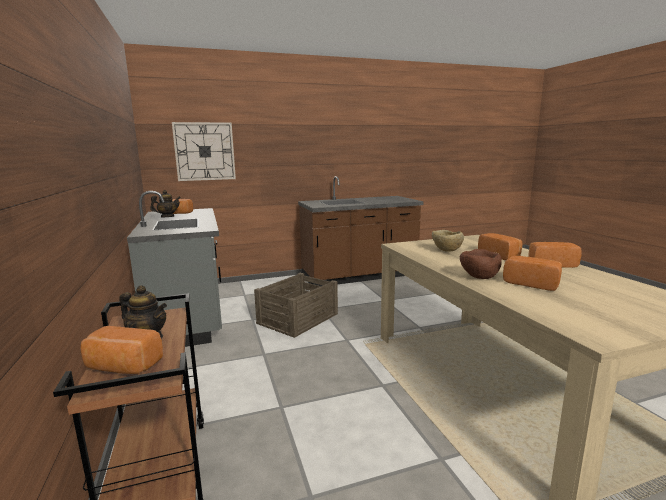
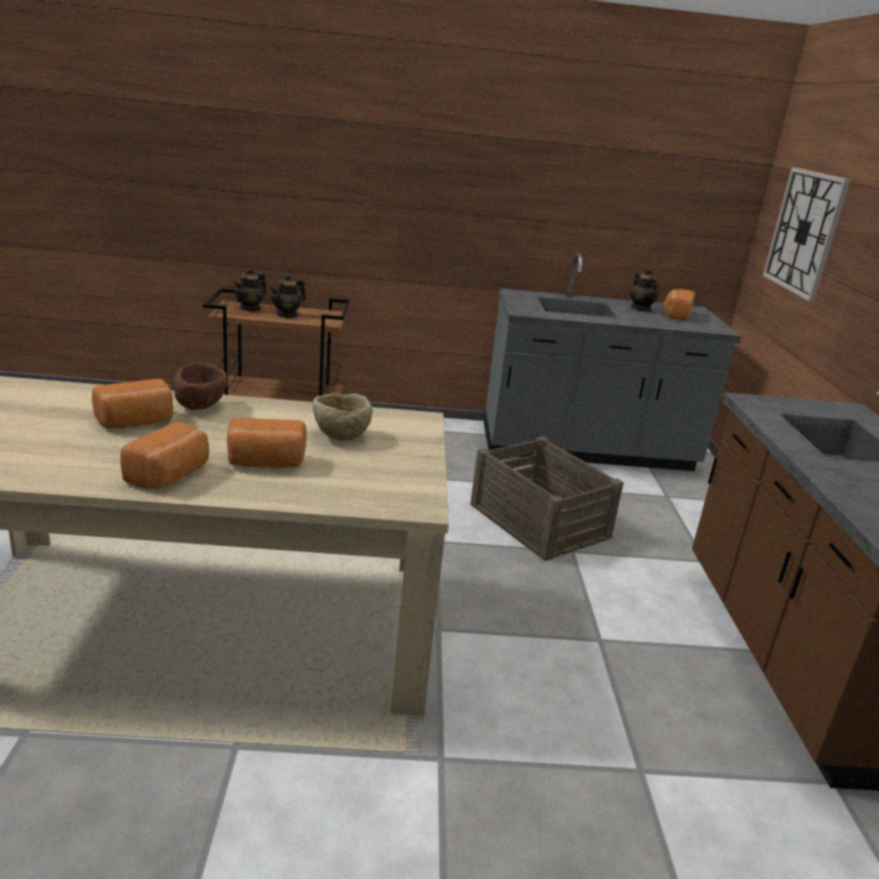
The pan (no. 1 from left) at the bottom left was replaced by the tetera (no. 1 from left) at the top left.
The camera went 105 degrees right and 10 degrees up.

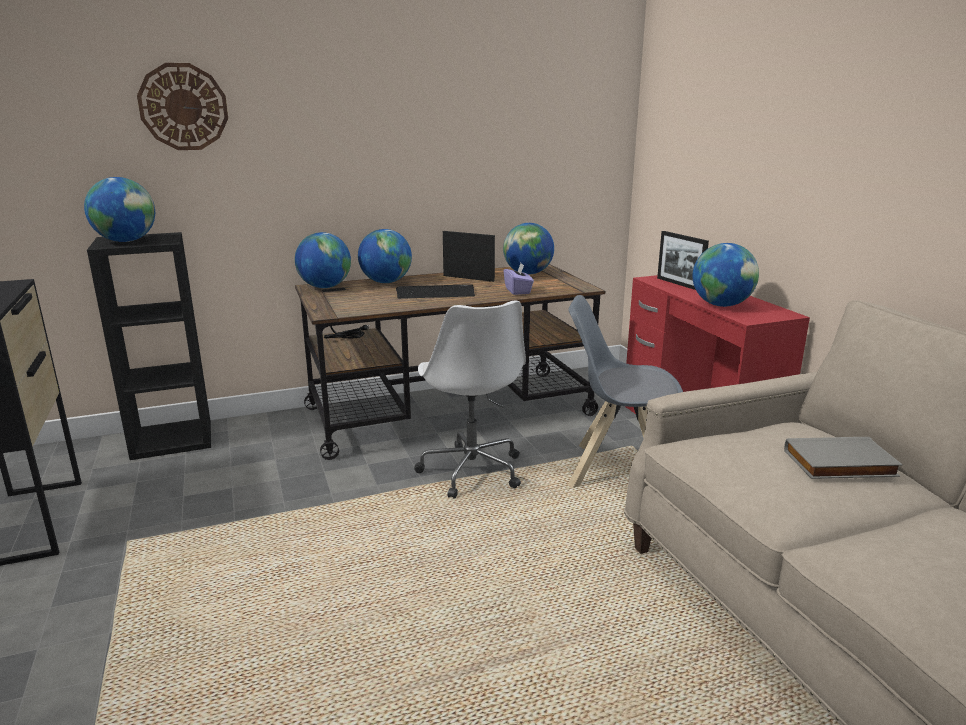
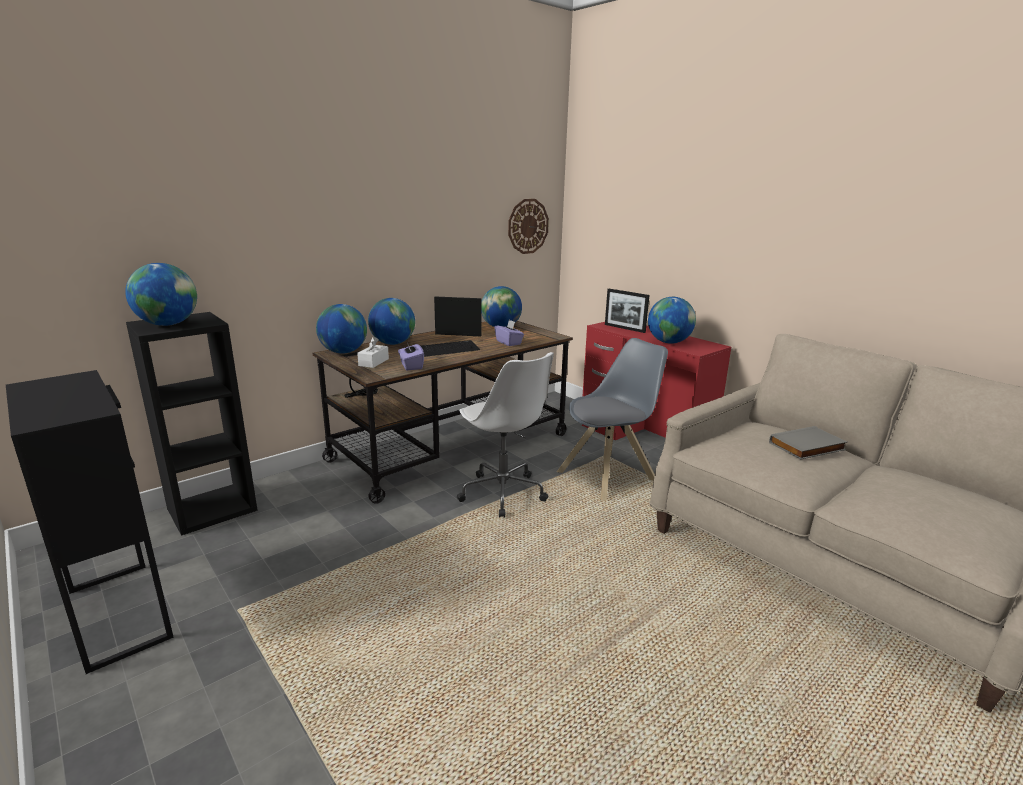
The reloj de pared moved from the top left to the top centre.
The silla [gris] at the centre turned 150 degrees clockwise.
The caja de pañuelos [blanco] at the centre appeared.
The caja de pañuelos [morado] (no. 1 from left) at the centre appeared.
The camera went 20 degrees left and 0 degrees up.

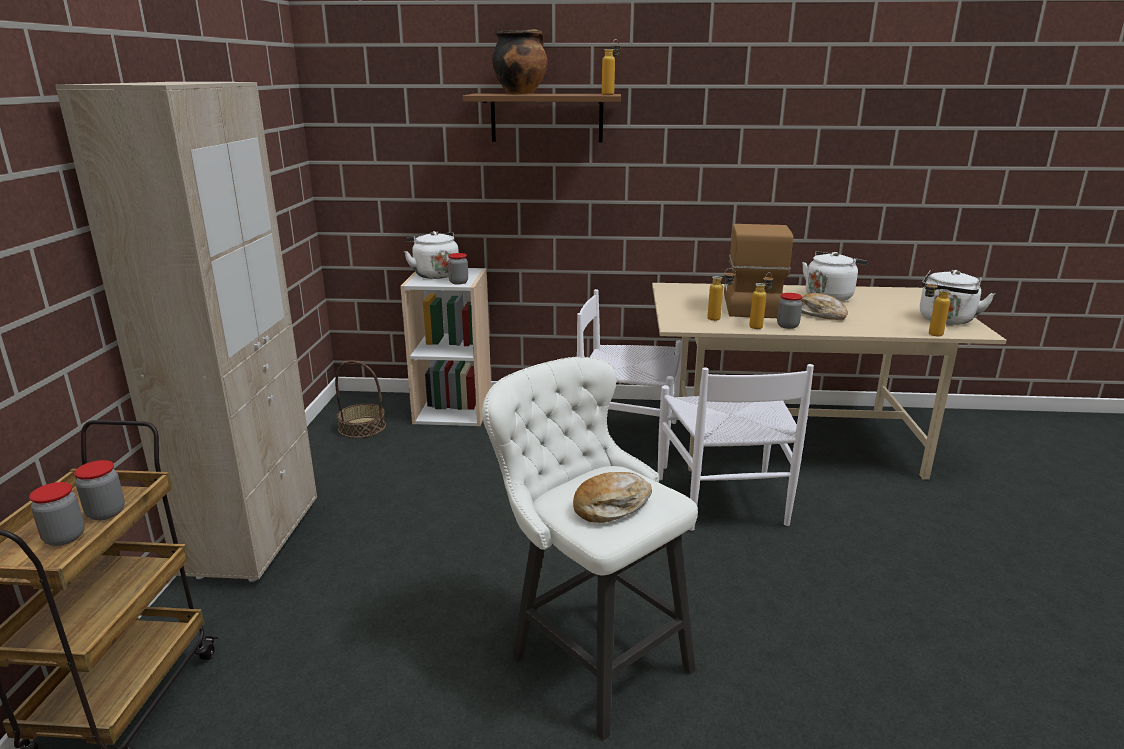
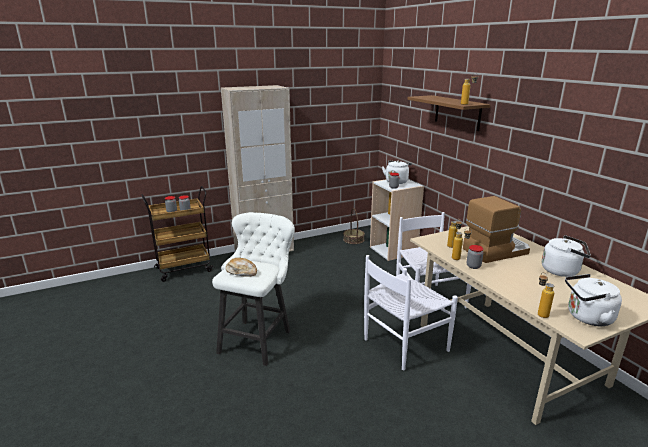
The olla at the top centre disappeared.
The pan (no. 2 from left) at the middle right disappeared.
The camera went 60 degrees right and 0 degrees up.

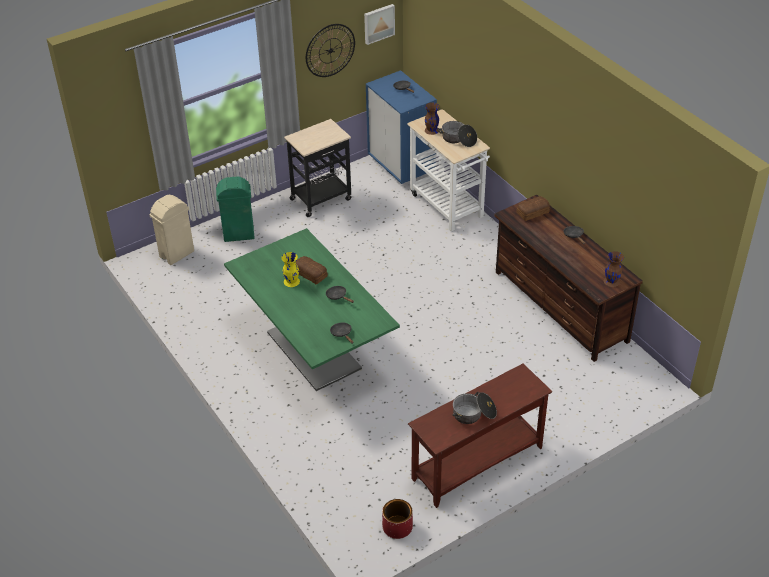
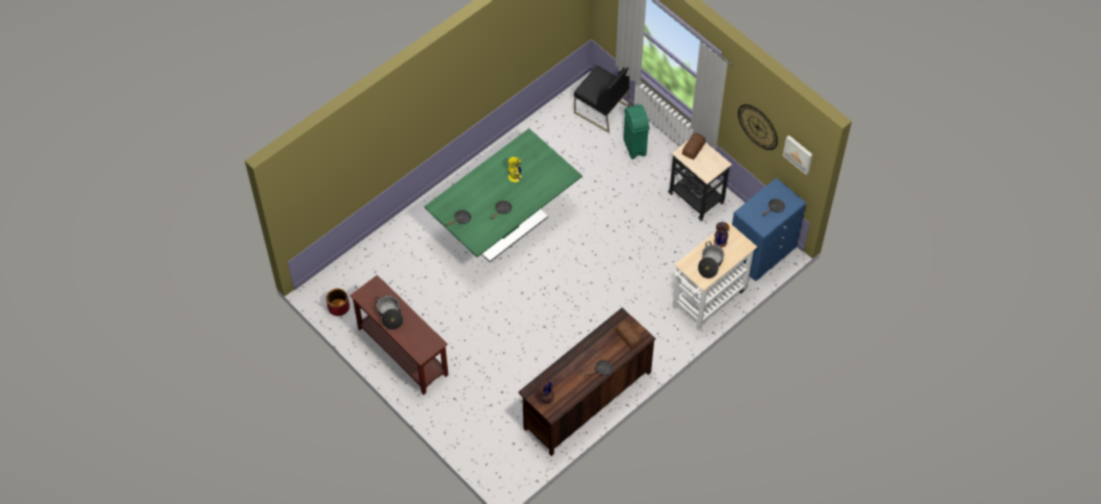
The papelera [beis] at the middle left was replaced by the silla [negro] at the top centre.
The pan (no. 1 from left in the first image) moved from the centre to the top centre.
The camera went 80 degrees right and 15 degrees up.

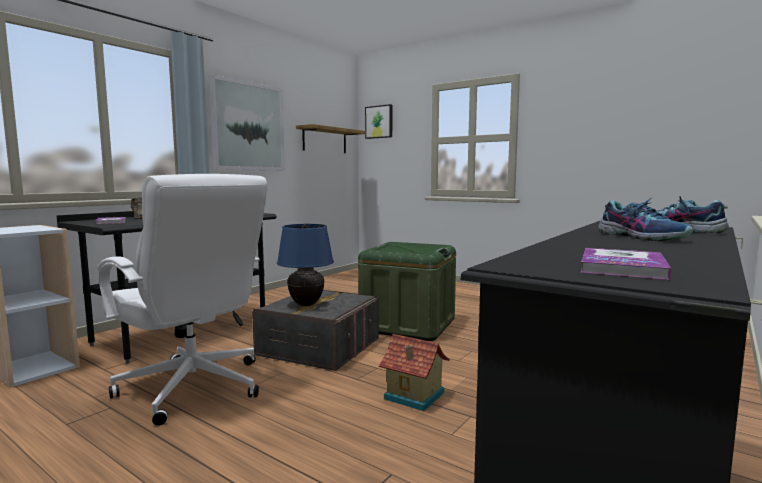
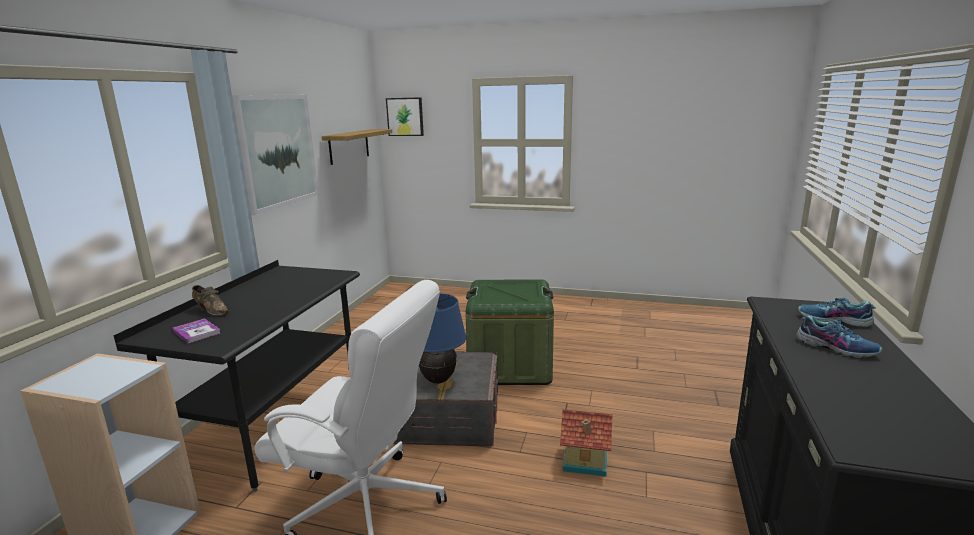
The libro (no. 2 from left) at the middle right disappeared.
The camera went 20 degrees left and 10 degrees up.

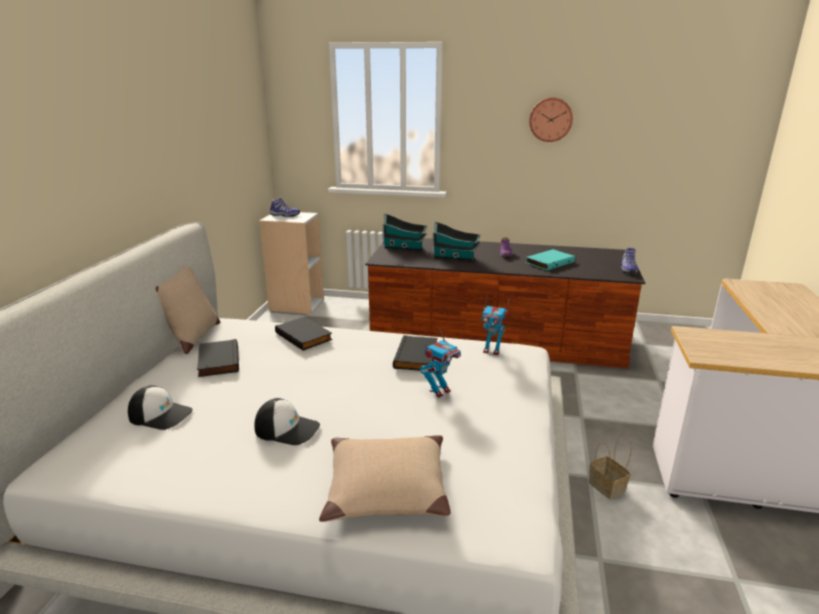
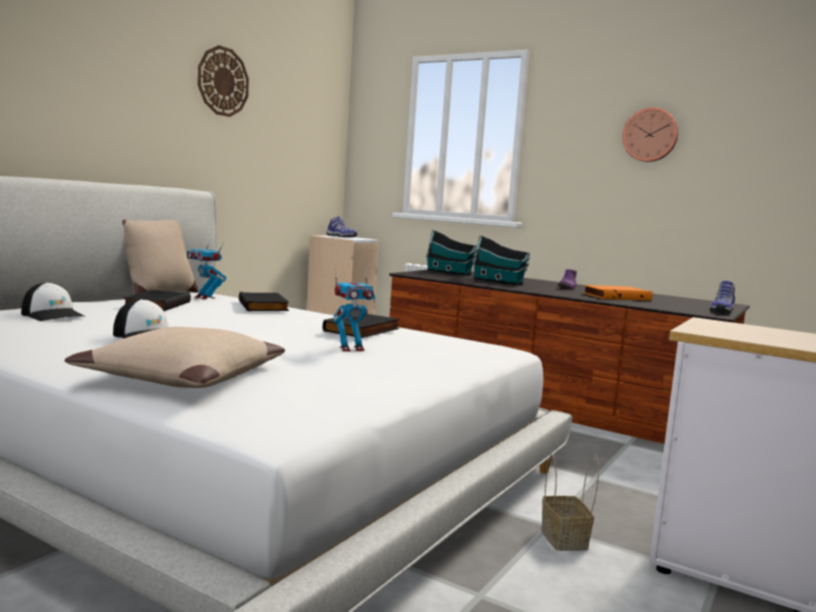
The robot de juguete (no. 2 from left in the first image) moved from the centre to the middle left.
The libro [turquesa] at the middle right became the libro [naranja] at the middle right.
The reloj de pared (no. 1 from left) at the top left appeared.
The camera went 20 degrees right and 15 degrees down.

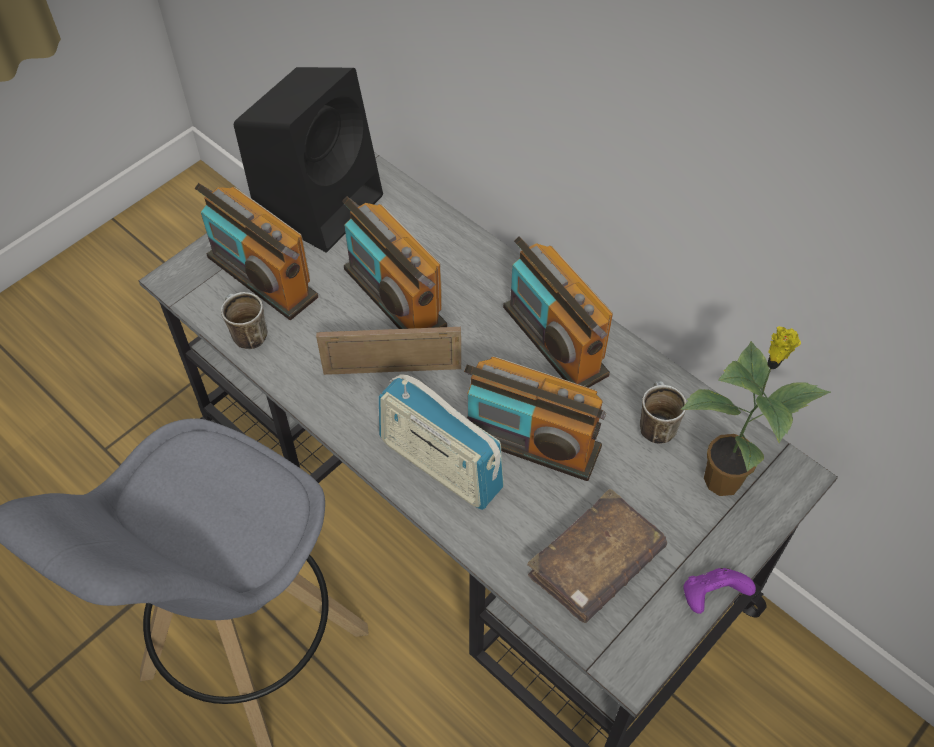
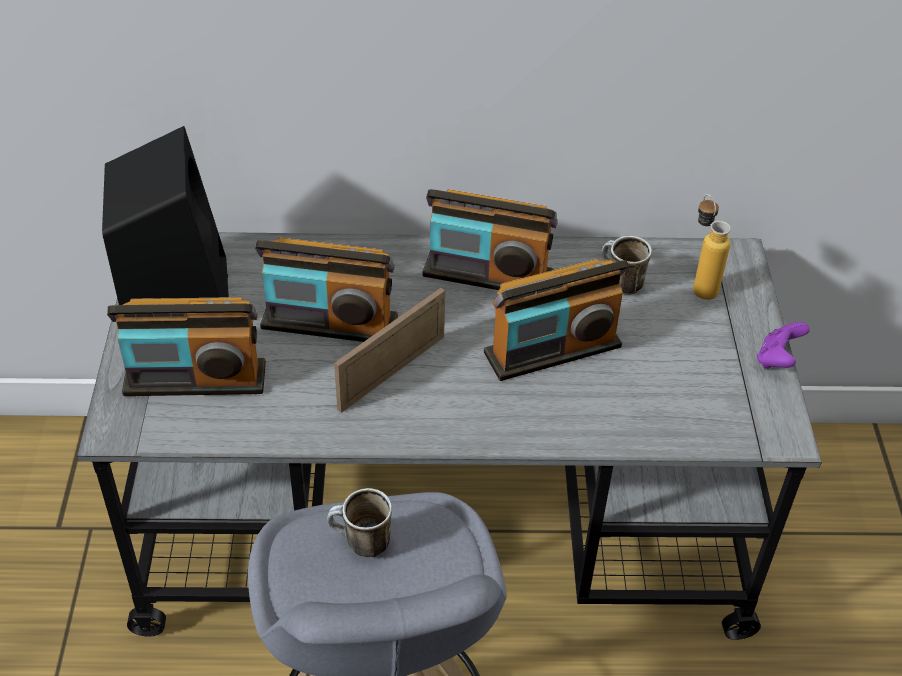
The taza grande (no. 1 from left) moved from the middle left to the bottom centre.
The radio (no. 3 from left) at the centre disappeared.
The libro [marrón] at the bottom centre disappeared.
The planta en maceta at the middle right was replaced by the botella at the middle right.
The camera went 45 degrees left and 10 degrees down.

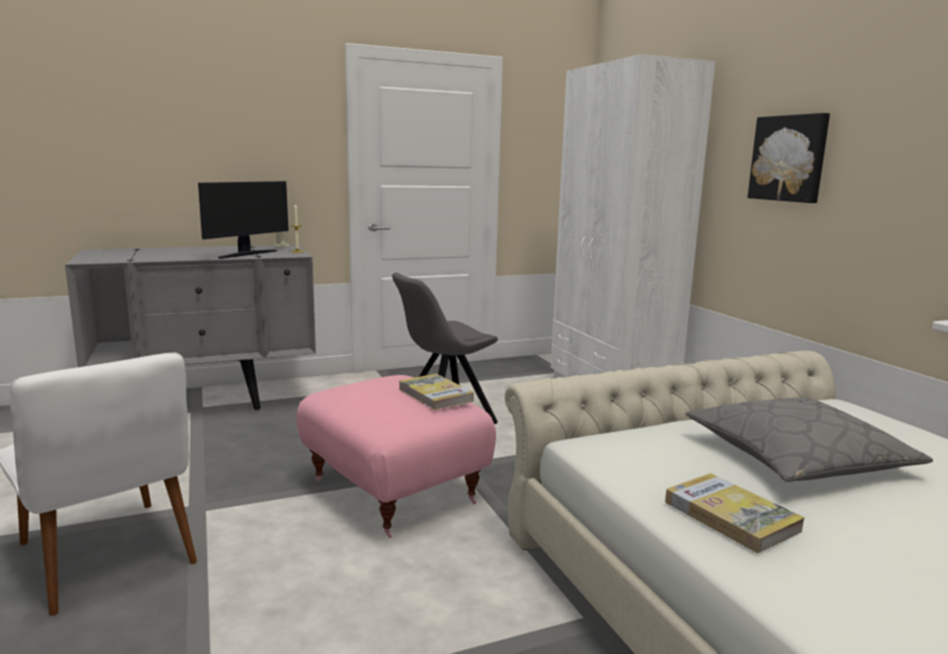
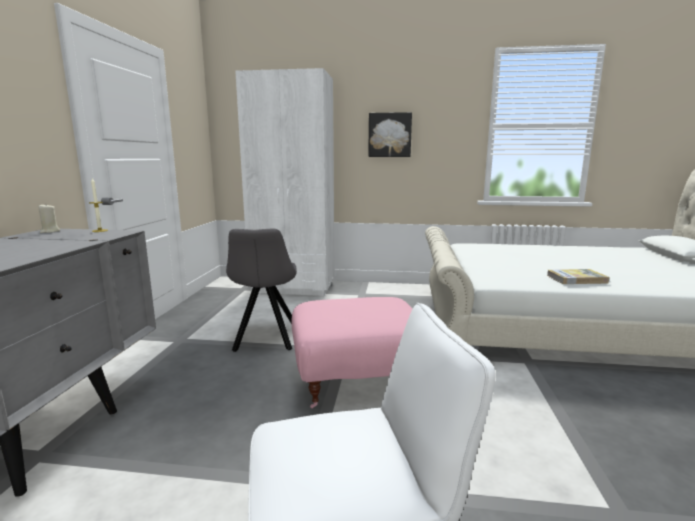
The monitor at the middle left disappeared.
The libro (no. 1 from left) at the centre disappeared.
The cojín [gris] at the bottom right disappeared.
The camera went 60 degrees left and 0 degrees up.

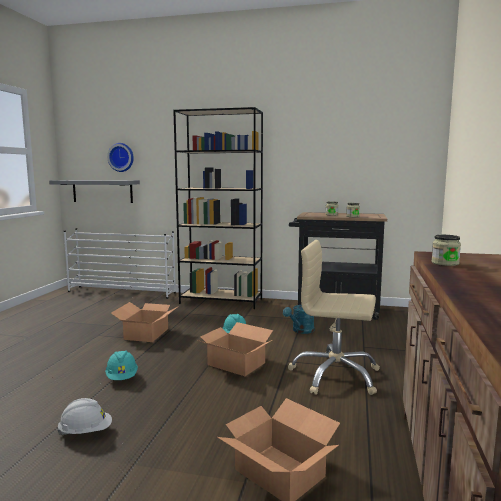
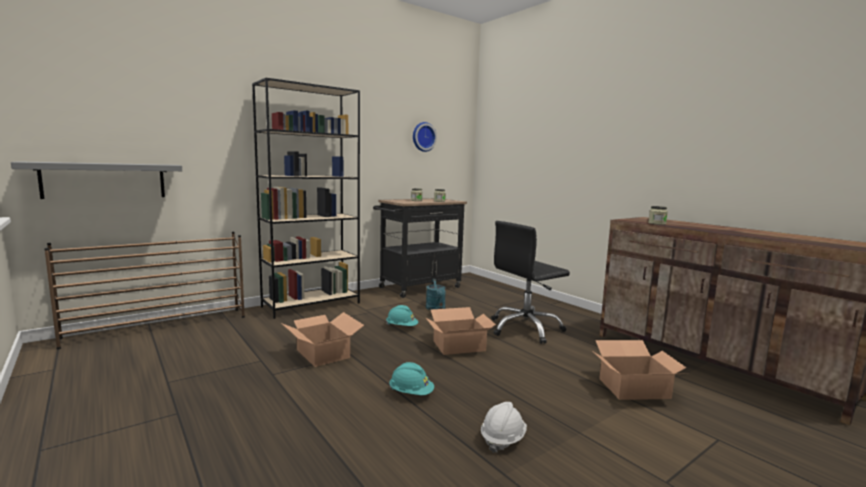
The zapatero [blanco] at the middle left became the zapatero [marrón] at the middle left.
The reloj de pared moved from the top left to the top centre.
The silla de oficina [beis] at the middle right became the silla de oficina [negro] at the centre.
The camera went 50 degrees left and 0 degrees up.

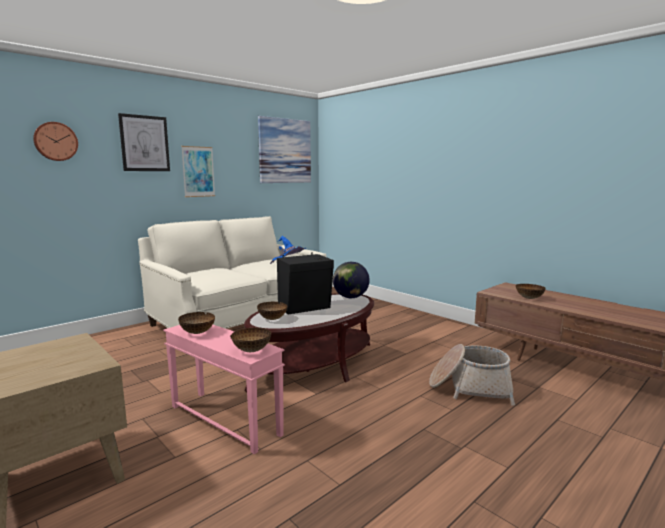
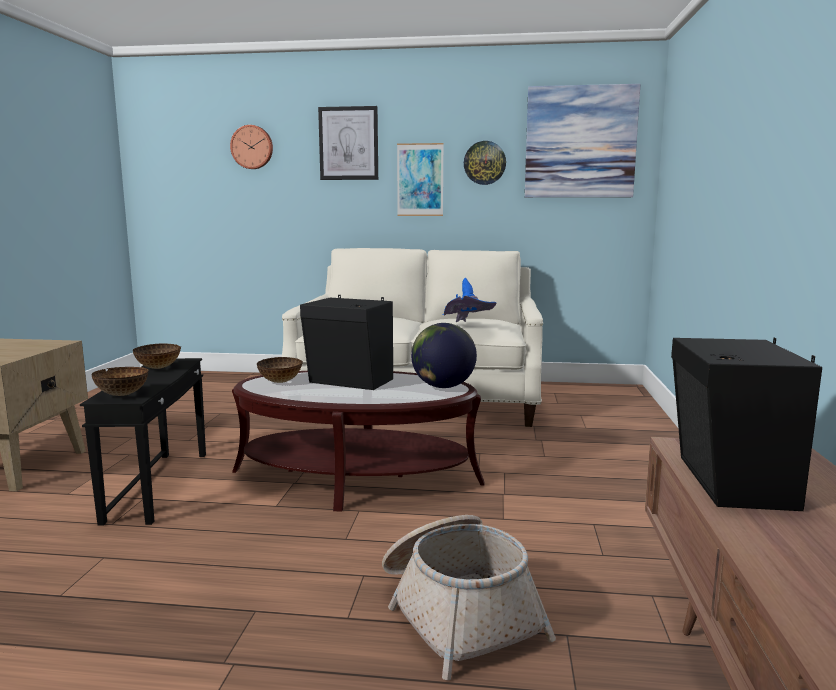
The mesa auxiliar [rosa] at the bottom centre became the mesa auxiliar [negro] at the middle left.
The cuenco (no. 4 from left) at the middle right was replaced by the altavoz [negro] (no. 2 from left) at the middle right.
The reloj de pared (no. 2 from left) at the top centre appeared.
The camera went 50 degrees right and 0 degrees up.

